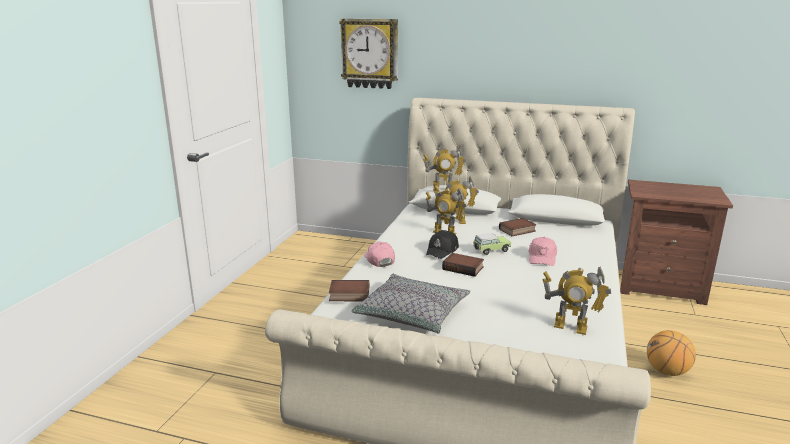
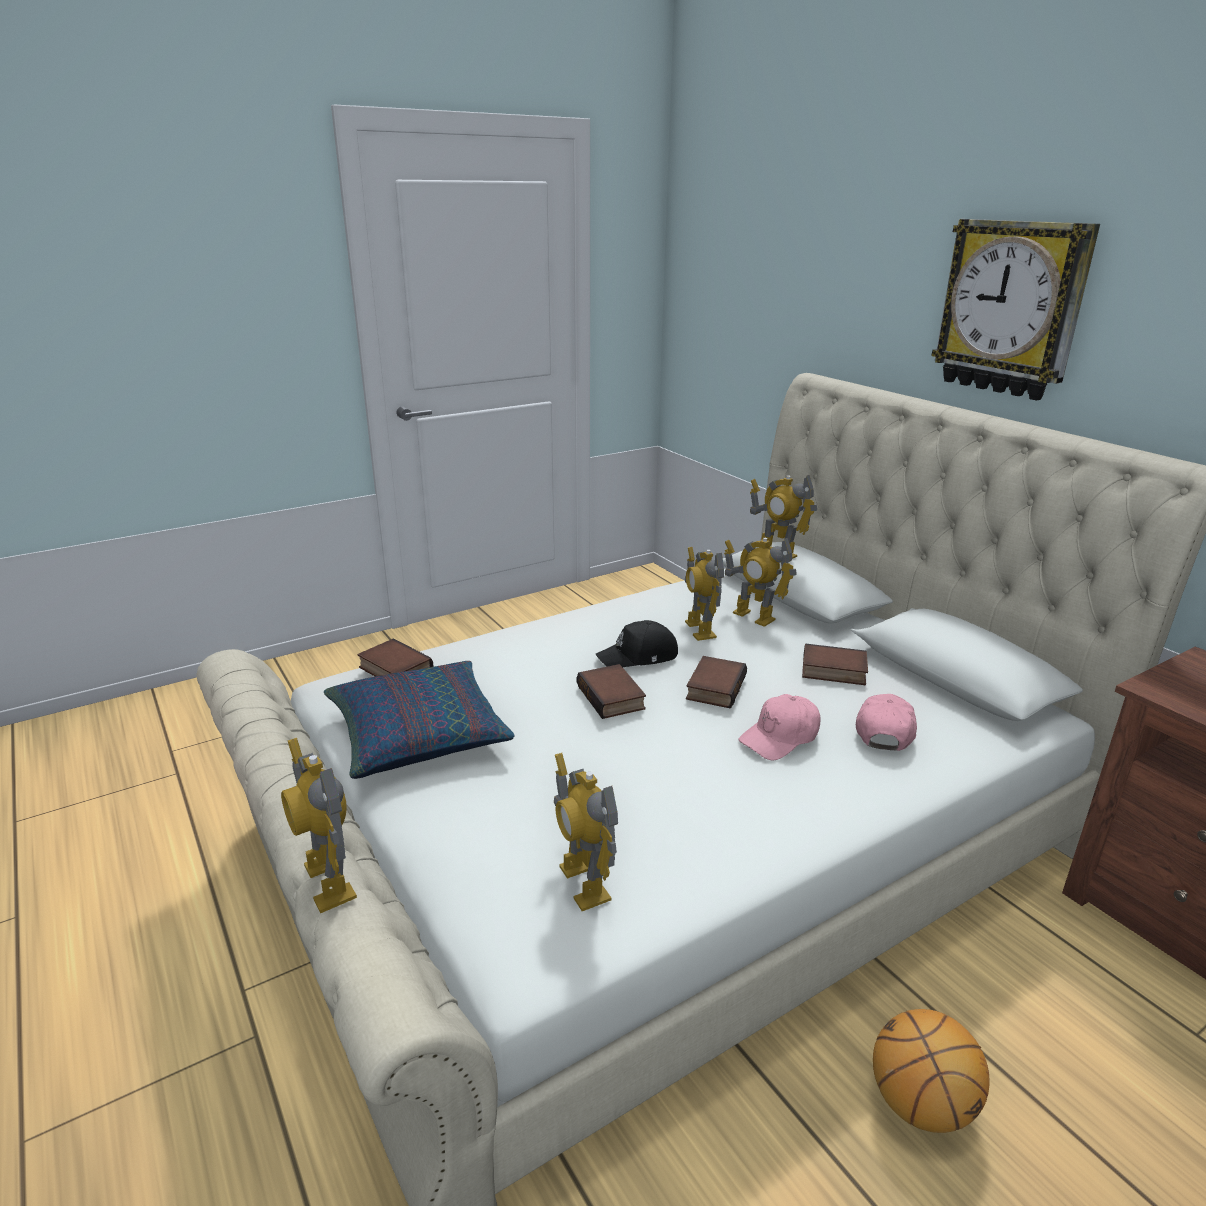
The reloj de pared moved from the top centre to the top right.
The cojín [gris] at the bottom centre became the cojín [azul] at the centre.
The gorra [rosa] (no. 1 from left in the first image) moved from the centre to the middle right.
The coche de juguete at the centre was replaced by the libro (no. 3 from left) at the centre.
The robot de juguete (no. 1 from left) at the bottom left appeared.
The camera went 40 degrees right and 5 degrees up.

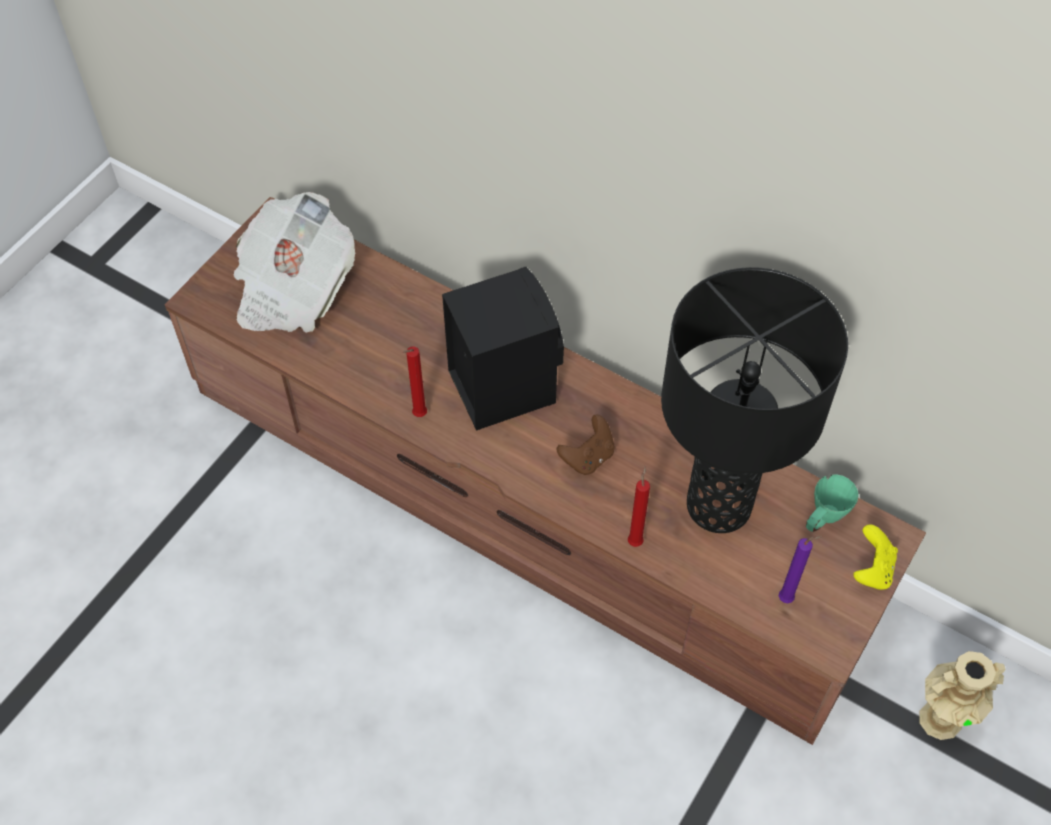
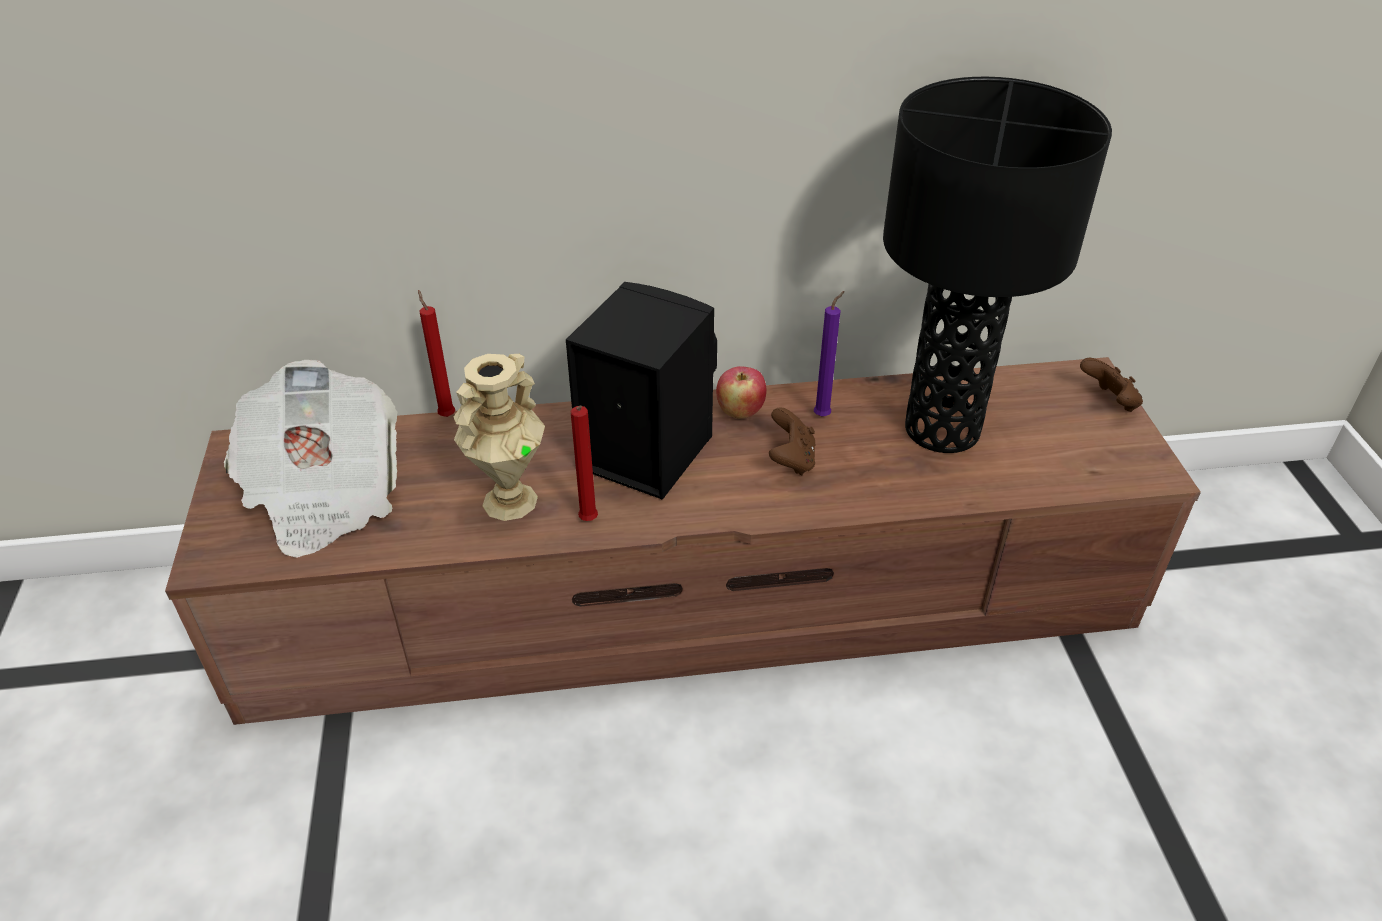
The vela [rojo] (no. 2 from left in the first image) moved from the centre to the middle left.
The vela [morado] moved from the bottom right to the centre.
The taza grande [verde] at the middle right disappeared.
The mando de consola [amarillo] at the bottom right became the mando de consola [marrón] (no. 2 from left) at the middle right.
The florero [beis] moved from the bottom right to the centre.
The manzana at the centre appeared.
The camera went 40 degrees left and 15 degrees down.

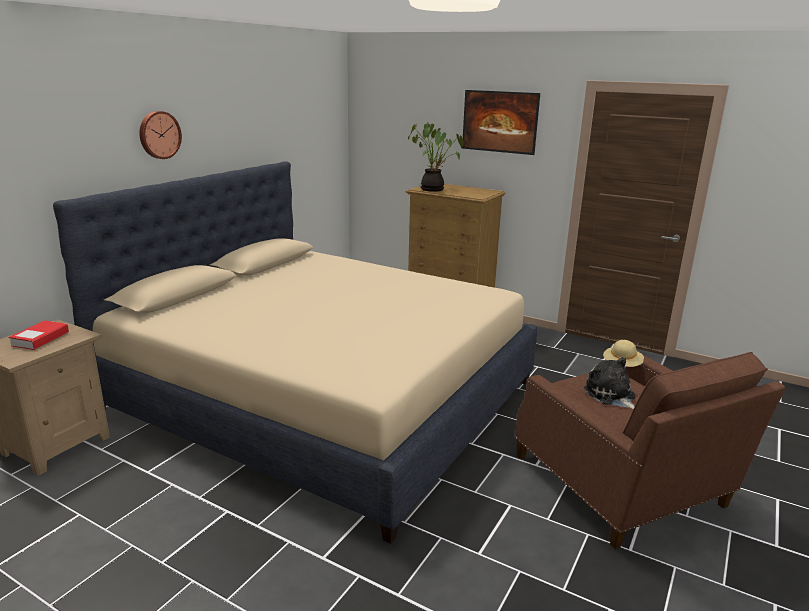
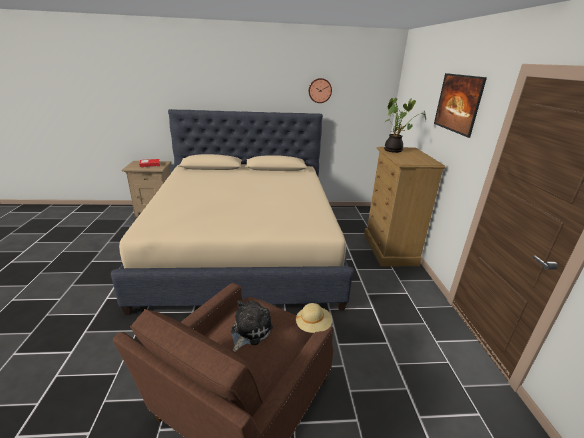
The reloj de pared moved from the top left to the top centre.
The camera went 55 degrees right and 5 degrees up.

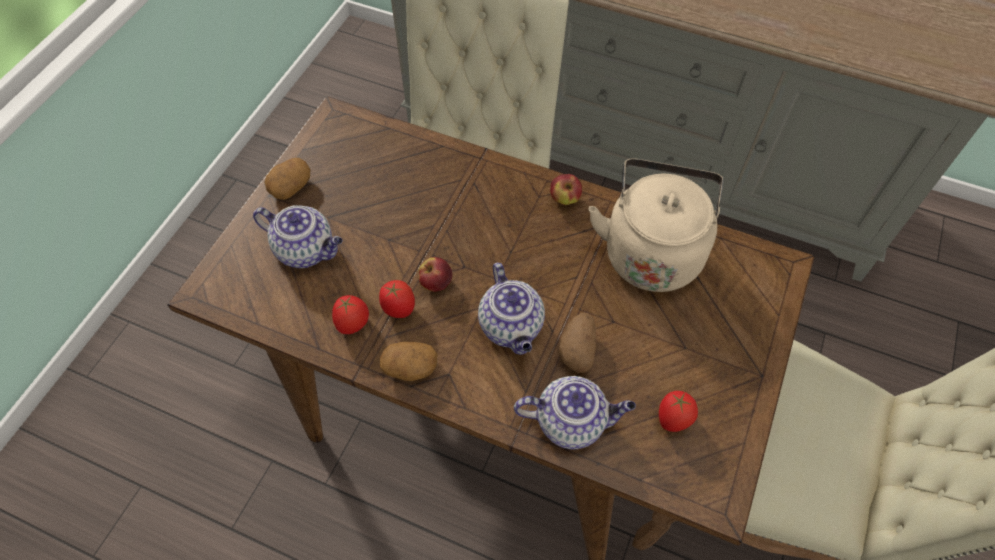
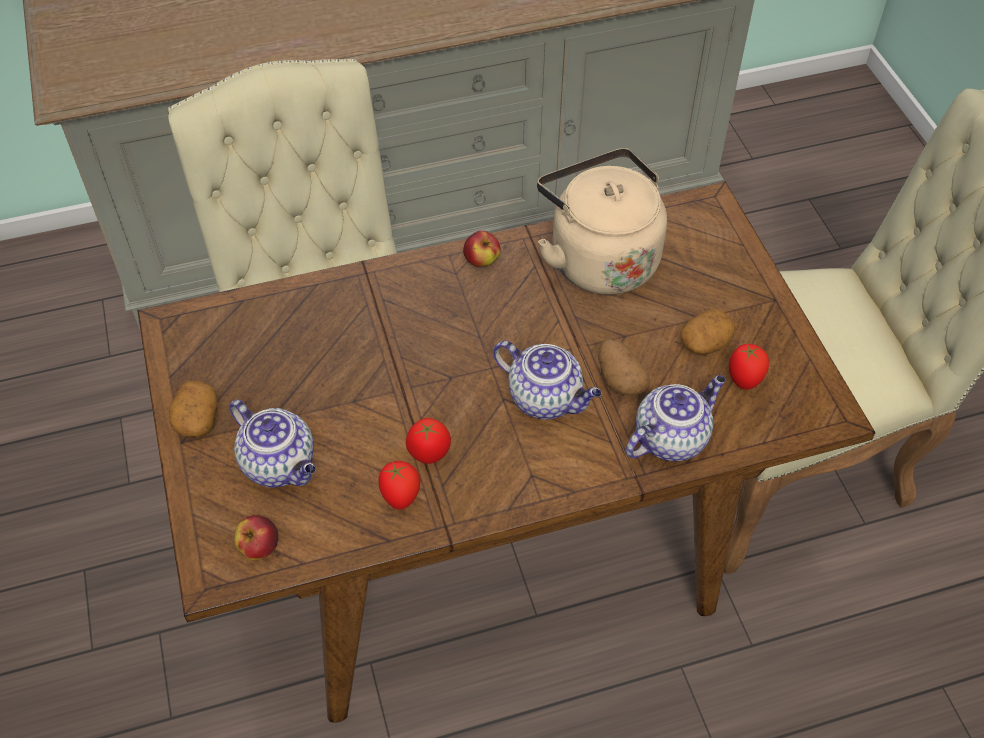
The tetera (no. 1 from left) at the middle left turned 60 degrees clockwise.
The patata (no. 2 from left in the first image) moved from the centre to the middle right.
The manzana (no. 1 from left) moved from the centre to the bottom left.
The camera went 40 degrees left and 5 degrees down.

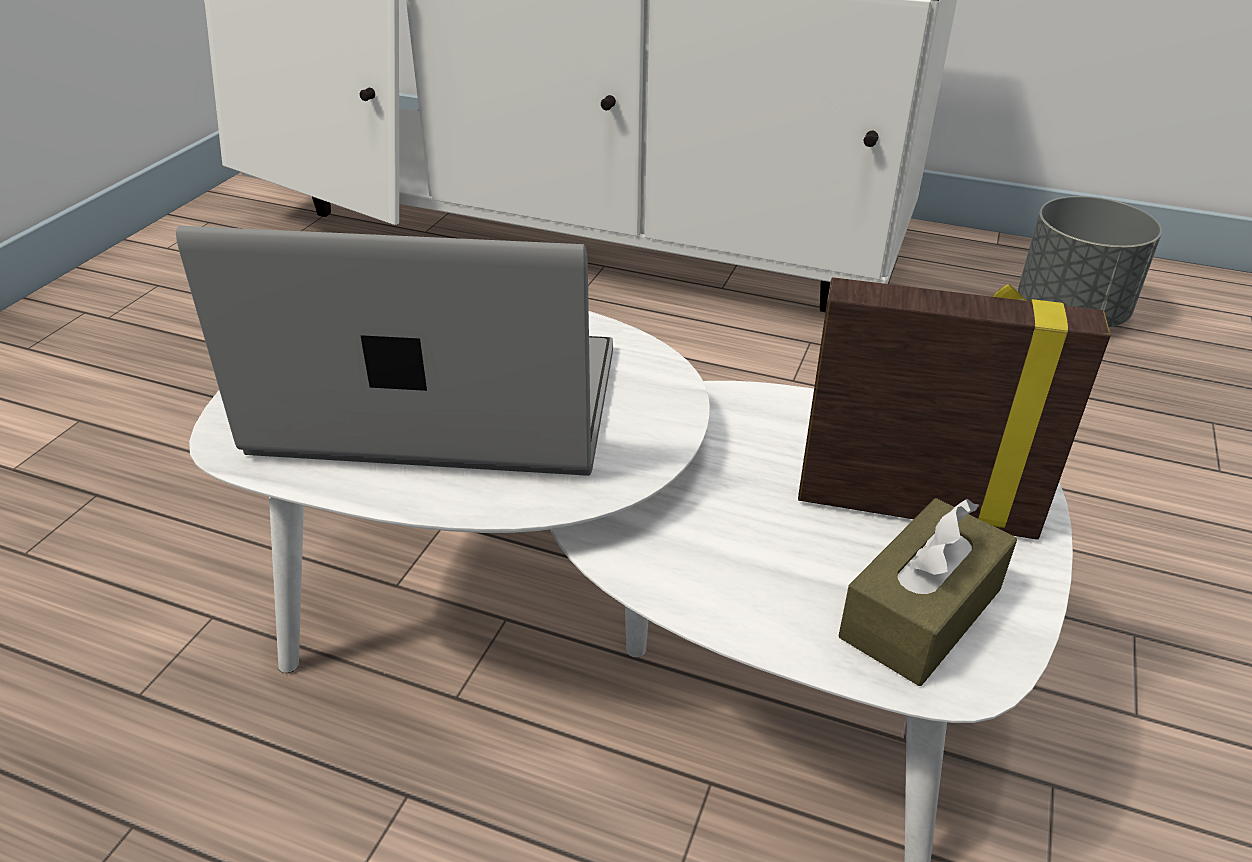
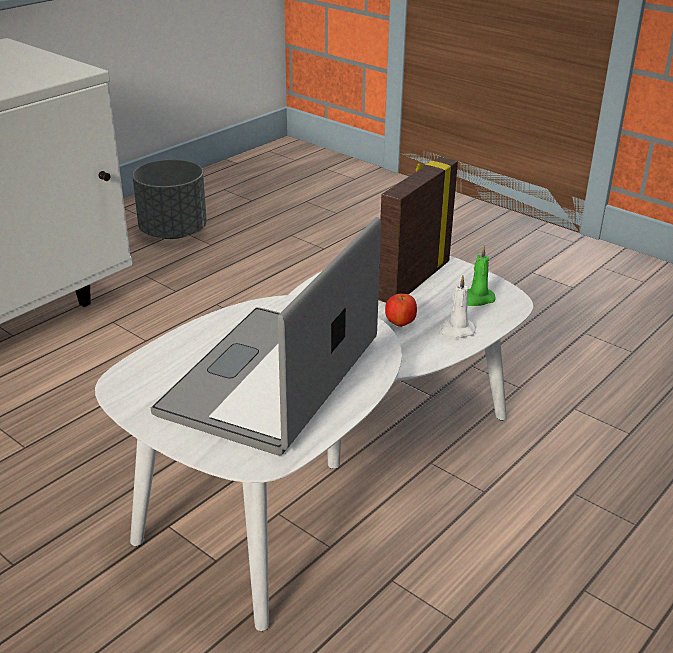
The caja de pañuelos [marrón] at the bottom right was replaced by the vela [verde] at the middle right.
The manzana at the centre appeared.
The vela [blanco] at the middle right appeared.
The camera went 70 degrees left and 5 degrees down.

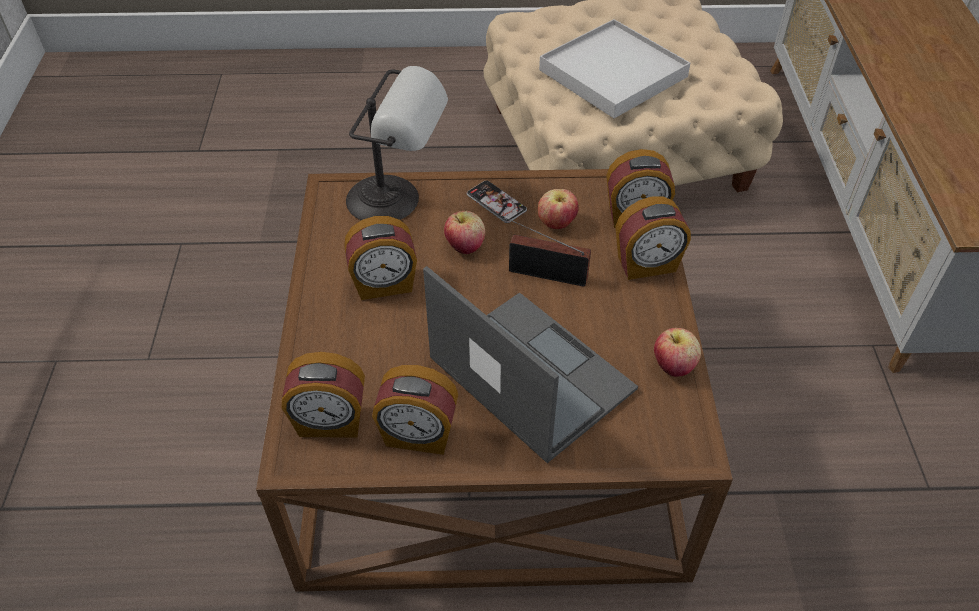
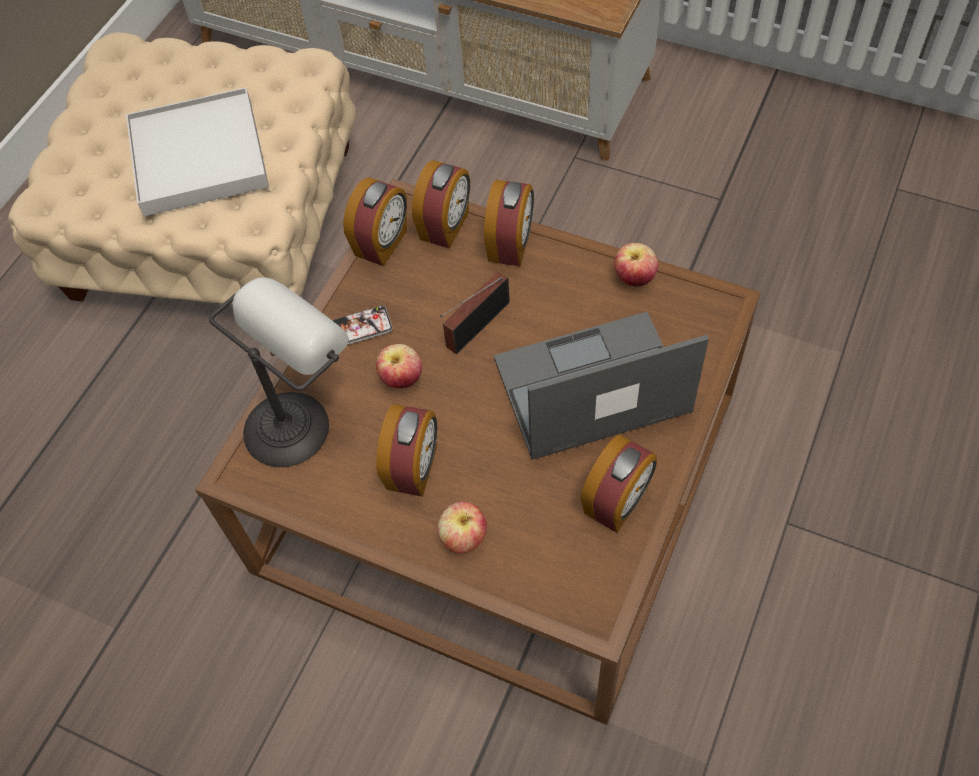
The despertador (no. 1 from left) moved from the middle left to the top centre.
The manzana (no. 2 from left) moved from the centre to the bottom centre.
The camera went 60 degrees left and 10 degrees up.

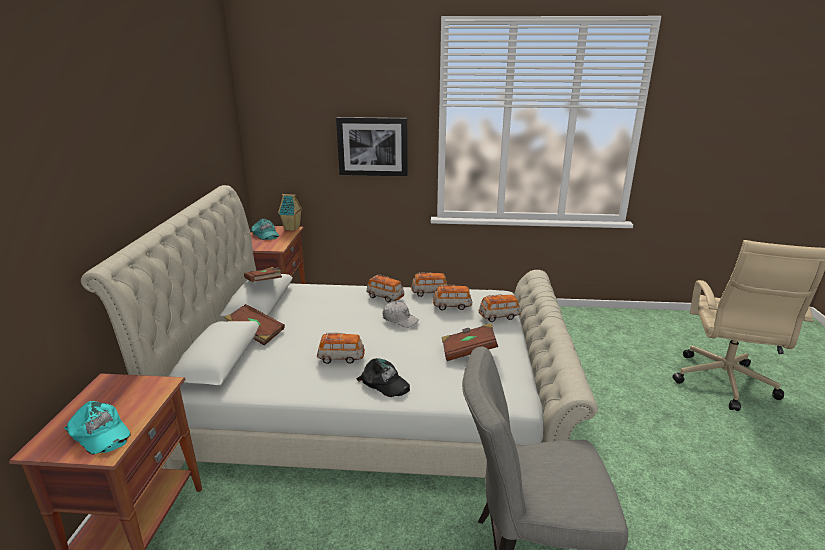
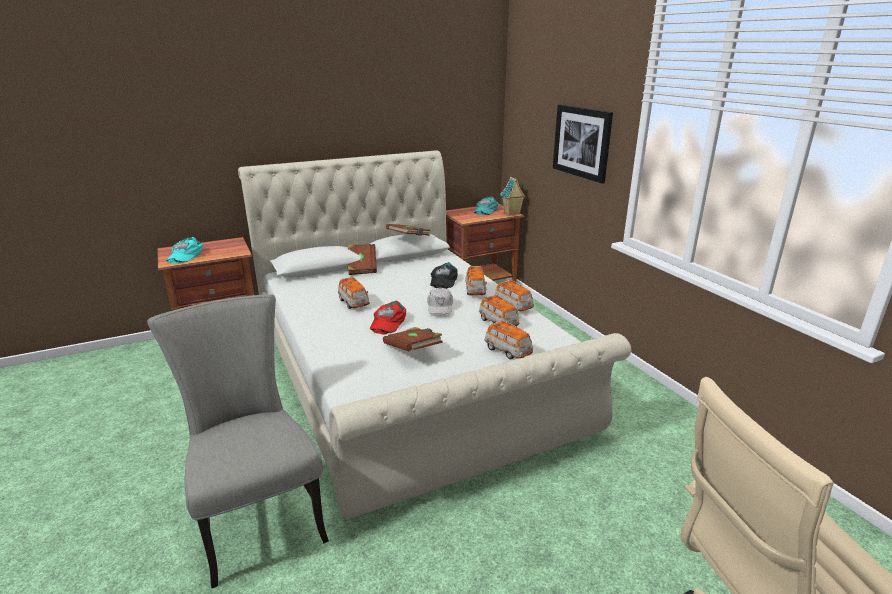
The gorra [negro] moved from the bottom centre to the centre.
The gorra [rojo] at the centre appeared.
The camera went 60 degrees right and 0 degrees up.

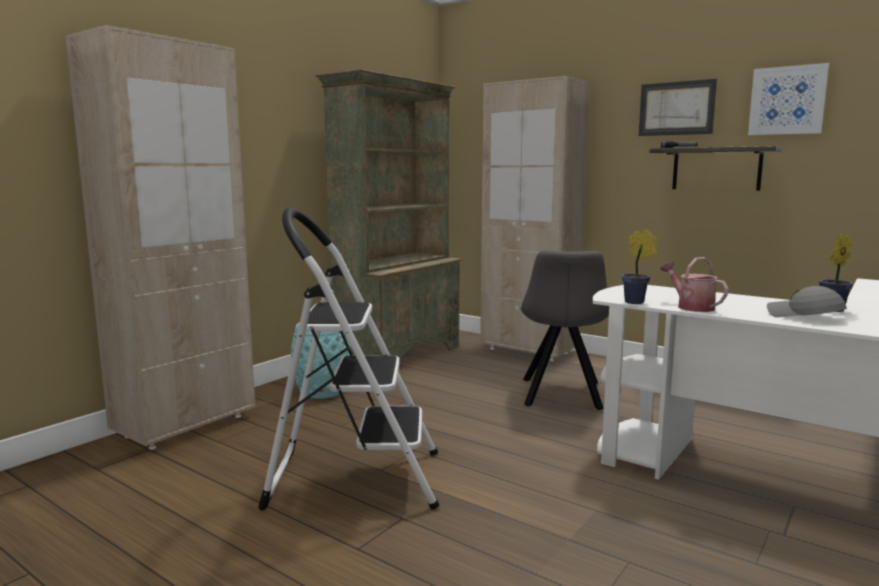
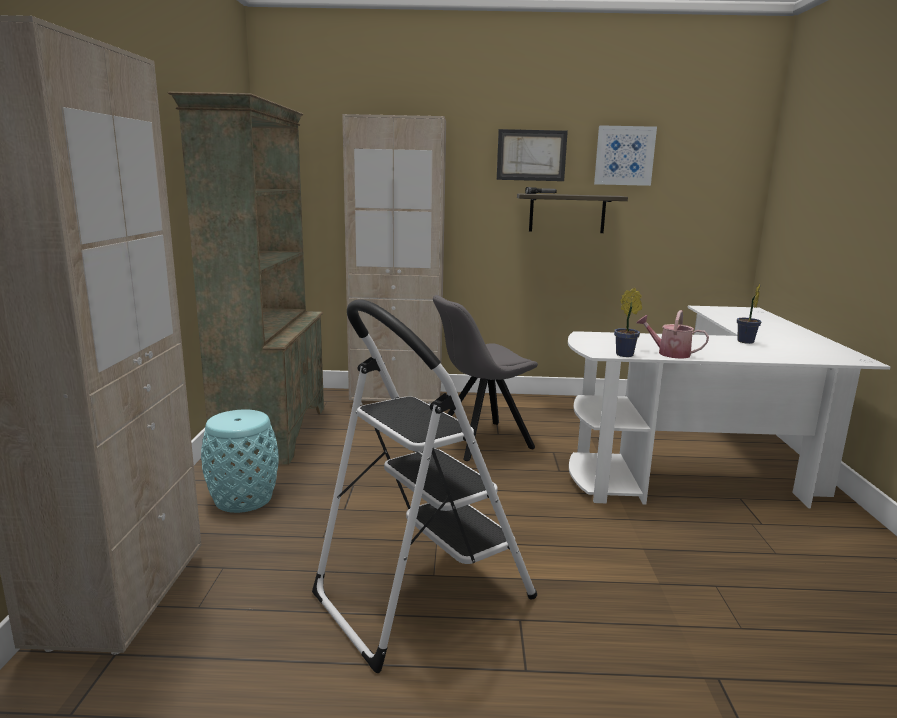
The silla [gris] at the centre turned 90 degrees clockwise.
The gorra [gris] at the middle right disappeared.
The camera went 35 degrees left and 5 degrees up.

